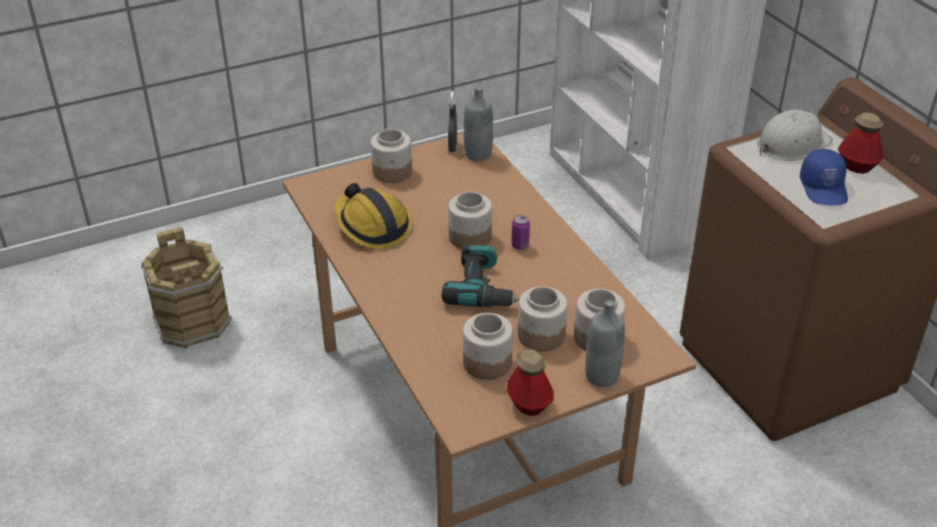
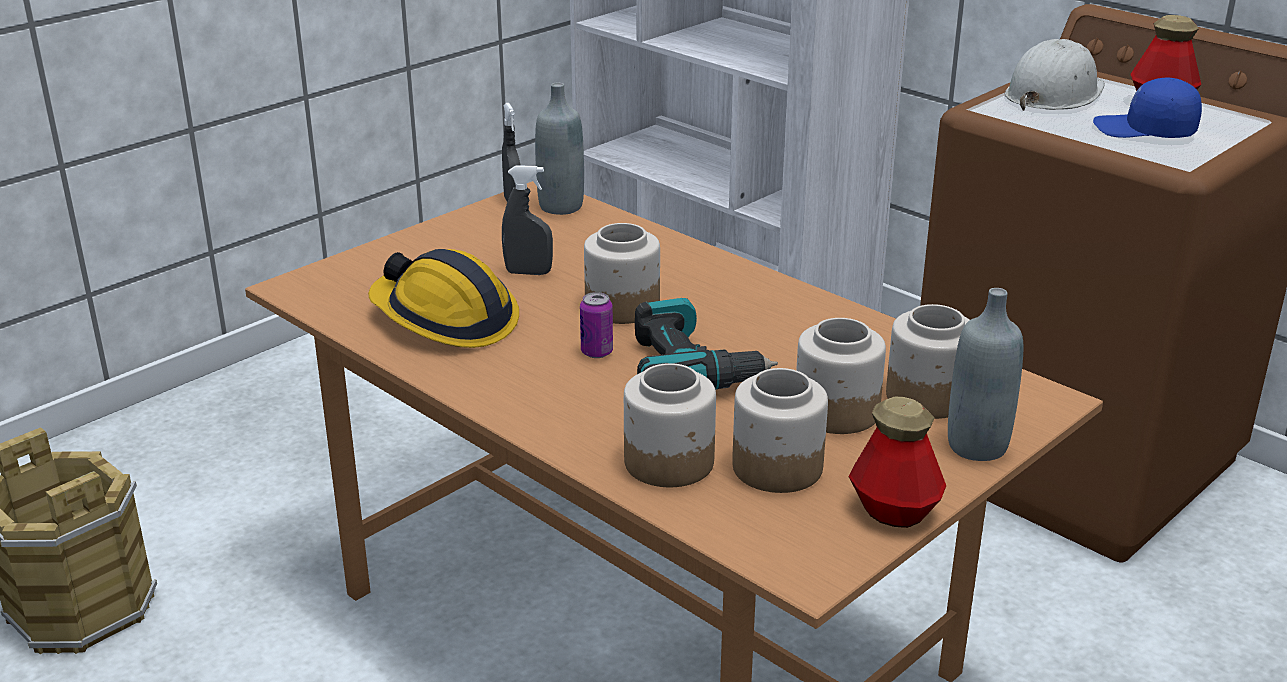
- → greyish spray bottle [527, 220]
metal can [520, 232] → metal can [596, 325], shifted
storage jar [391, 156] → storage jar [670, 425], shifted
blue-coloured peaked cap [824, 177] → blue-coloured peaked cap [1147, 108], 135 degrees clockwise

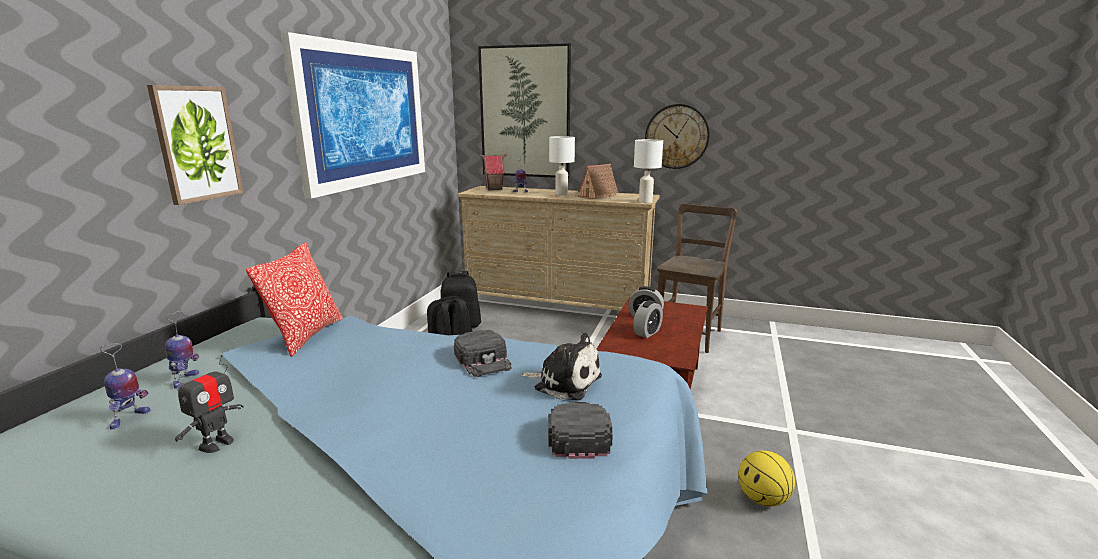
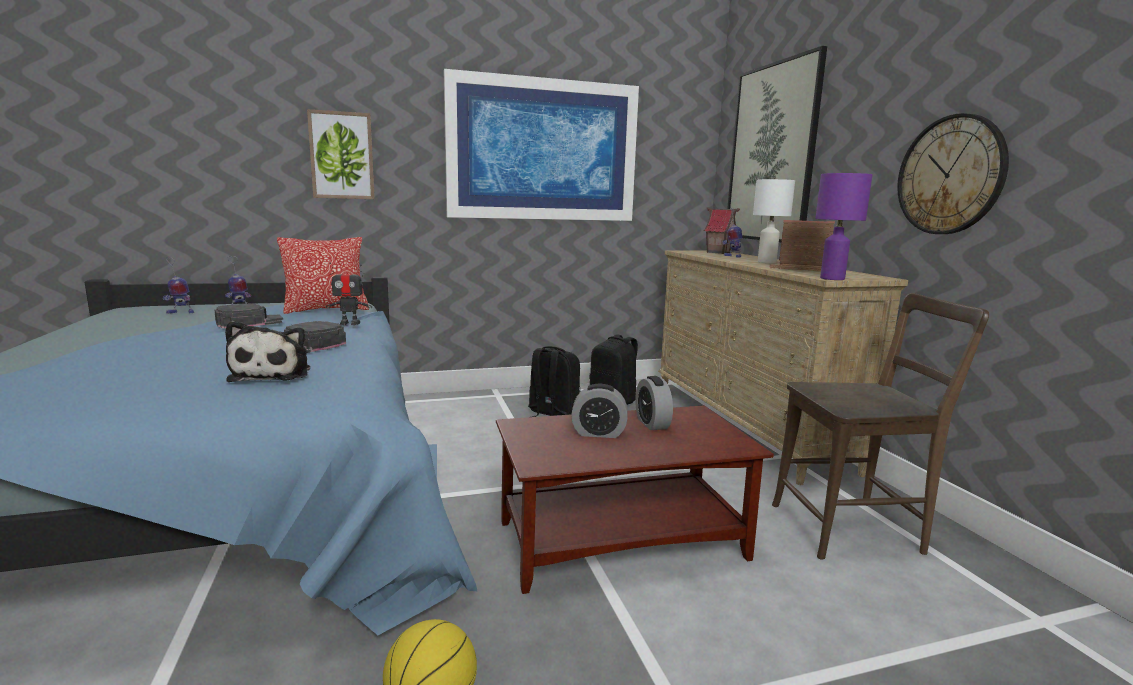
blackish peaked cap [580, 430] → blackish peaked cap [249, 316], shifted
model robot [208, 404] → model robot [349, 294], shifted
white tabletop lamp [648, 171] → purplish tabletop lamp [843, 226]

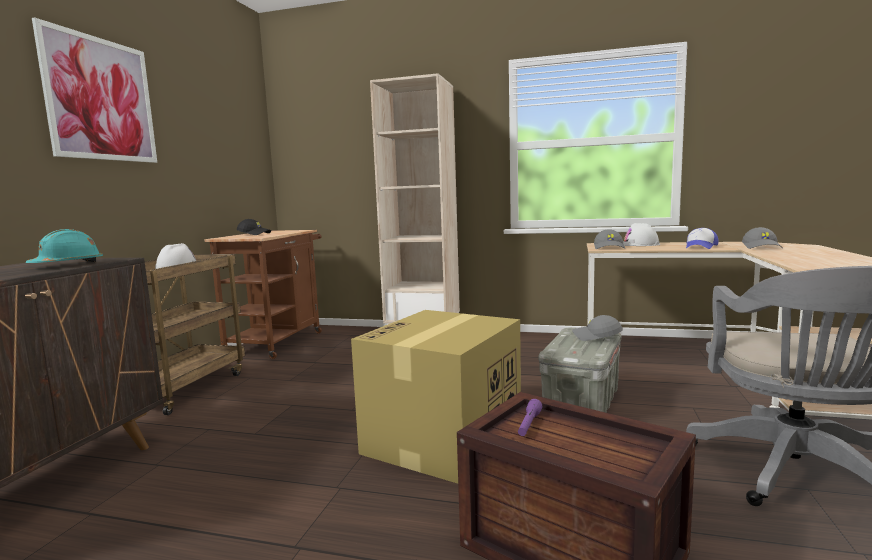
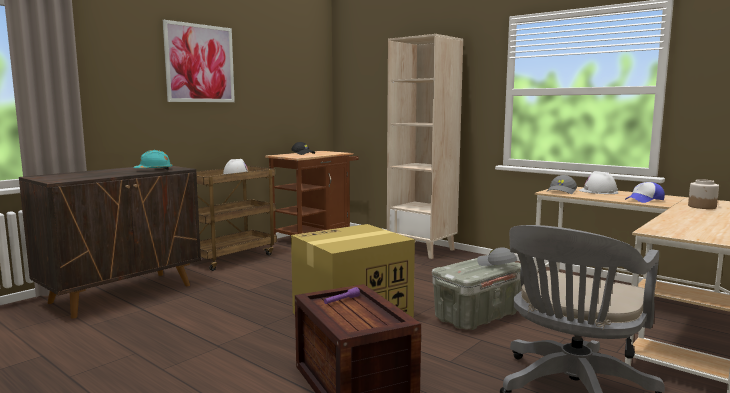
greyish peaked cap [762, 238] → storage jar [703, 194]

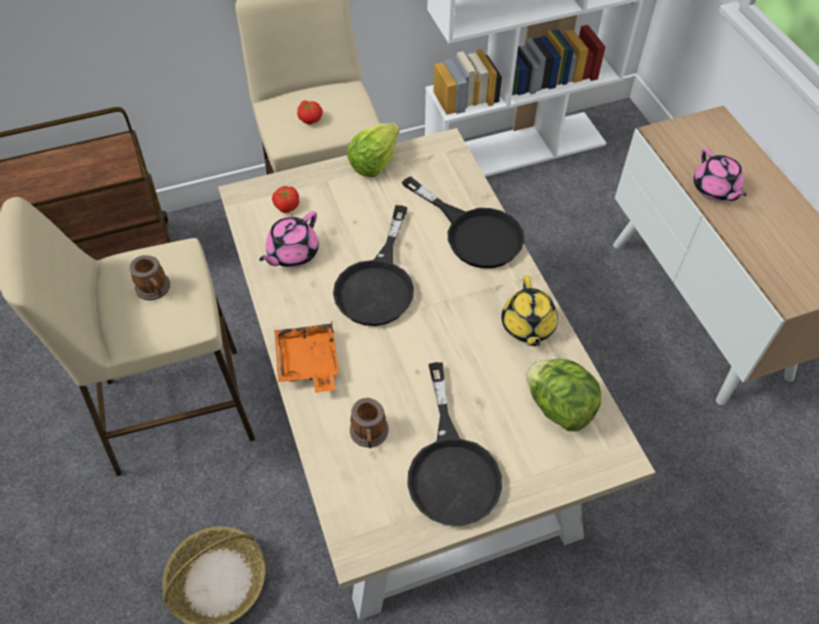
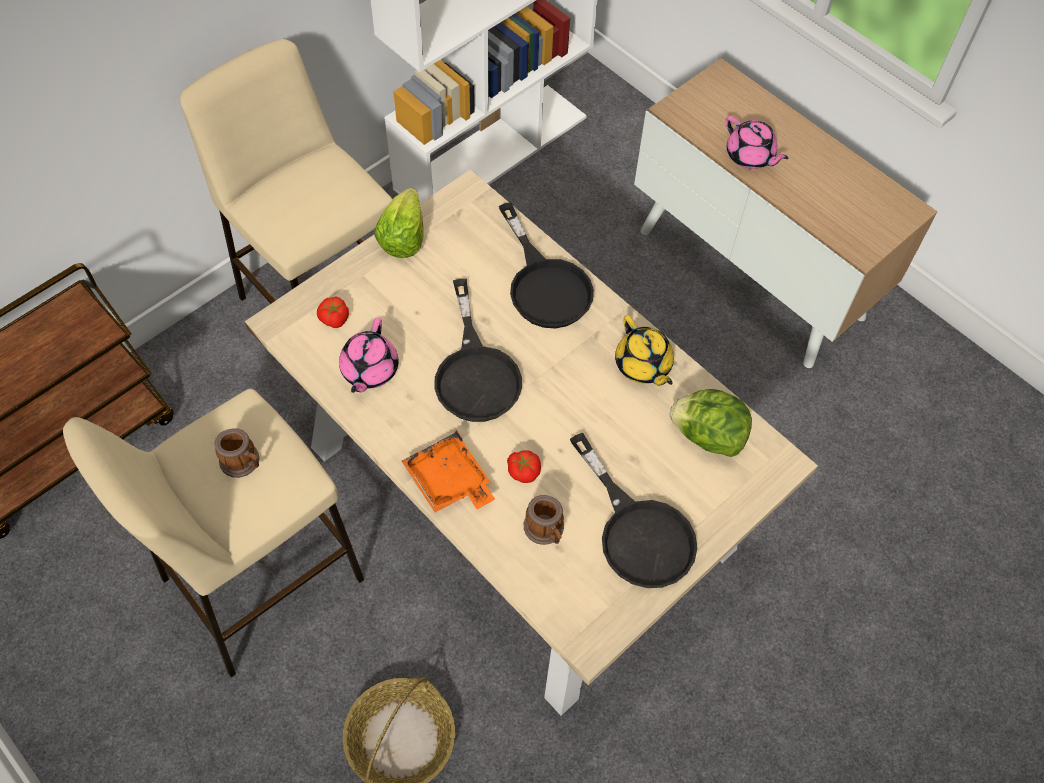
blackish skillet [463, 222] → blackish skillet [546, 265], 45 degrees clockwise
tomato [310, 112] → tomato [524, 466], shifted

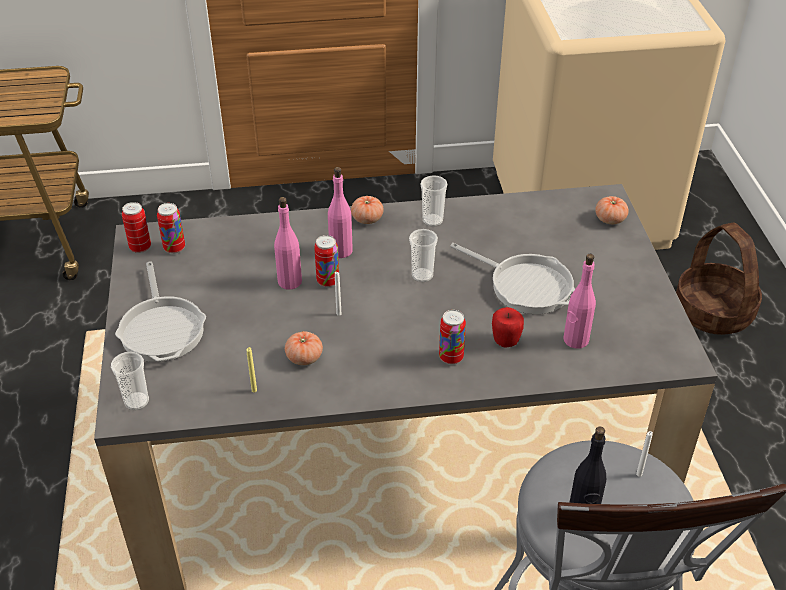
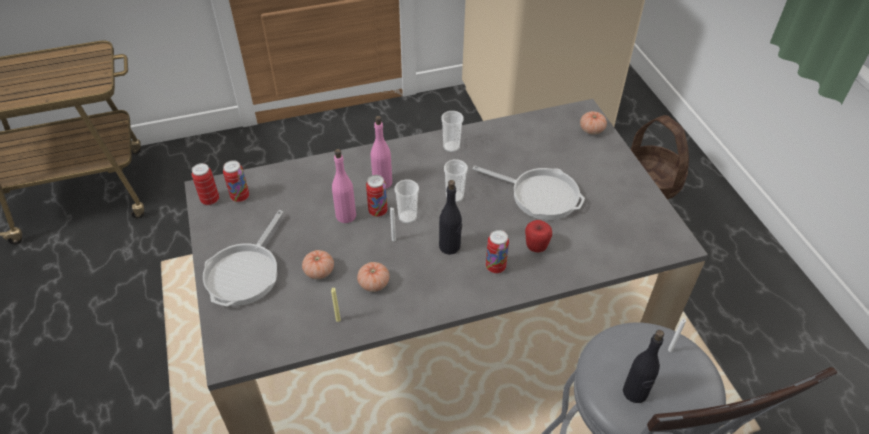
skillet [160, 311] → skillet [243, 258], 45 degrees clockwise
tomato [367, 210] → tomato [318, 264], shifted
drinking cup [130, 381] → drinking cup [406, 201], shifted
- → blackish drink bottle [450, 217]
pink drink bottle [579, 301] → -

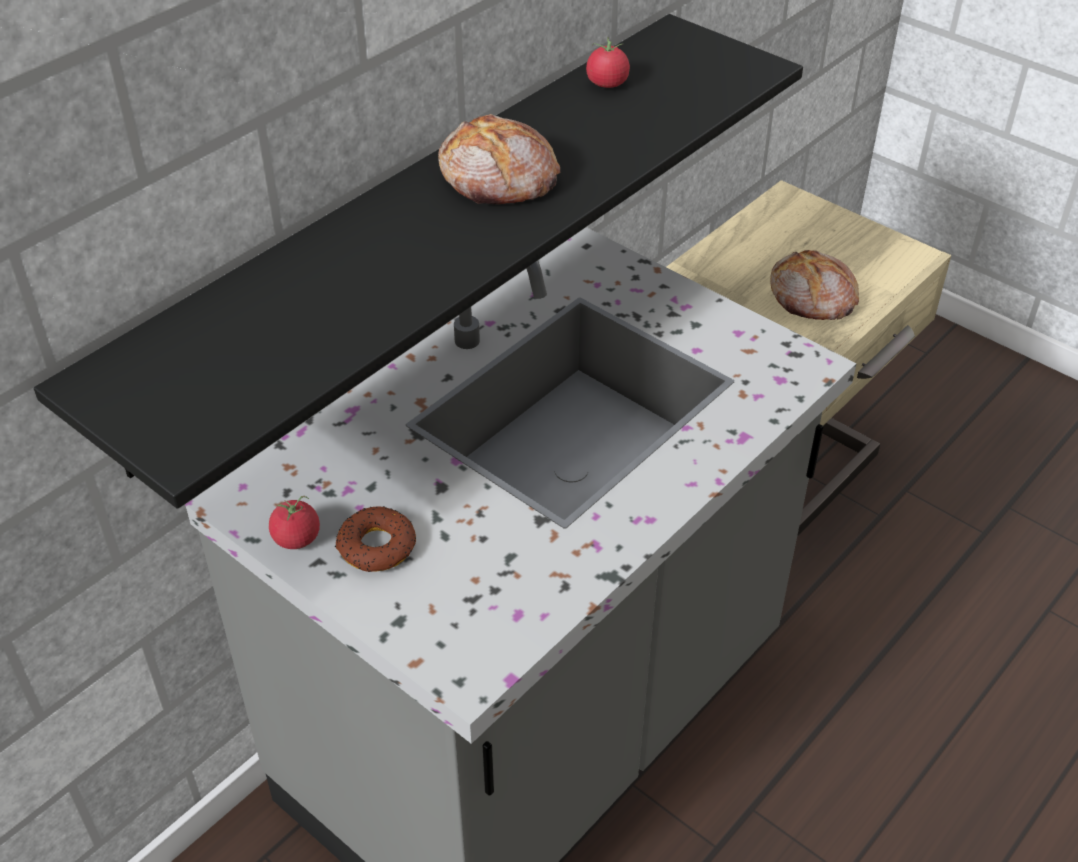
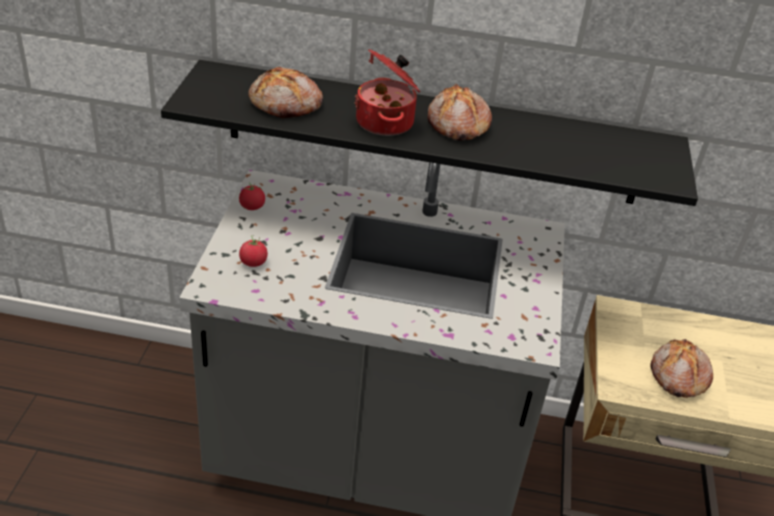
tomato [608, 62] → tomato [253, 251], shifted
- → baked bread [285, 92]
- → saucepot [387, 92]
donut [375, 539] → -

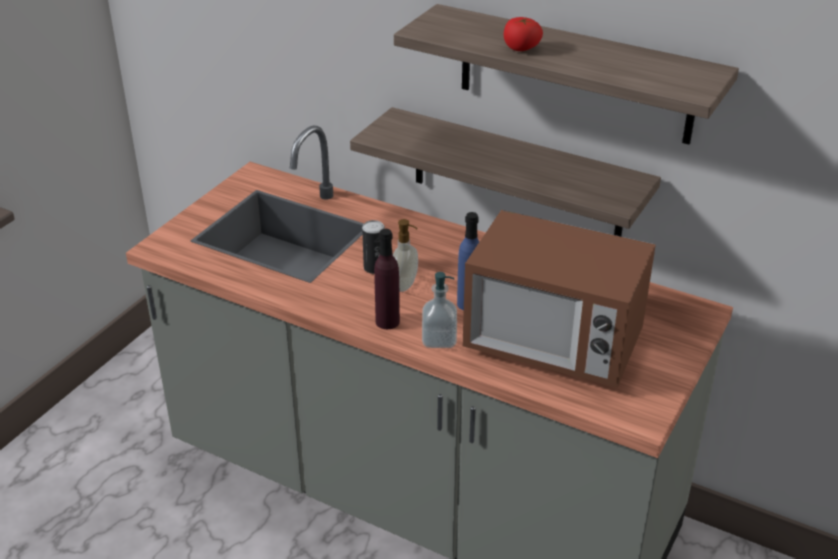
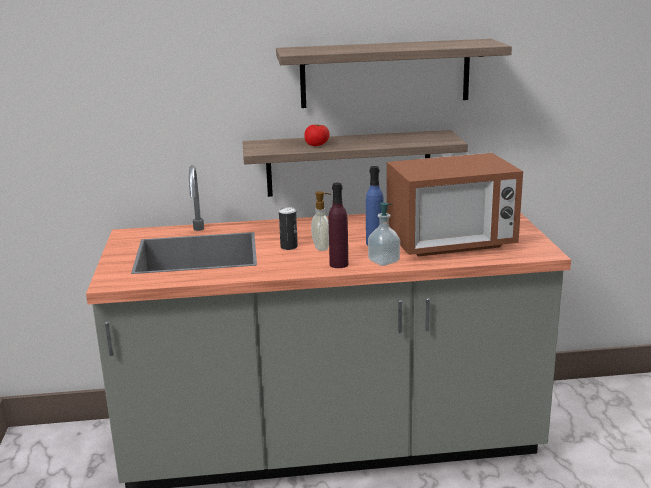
tomato [523, 34] → tomato [317, 135], shifted

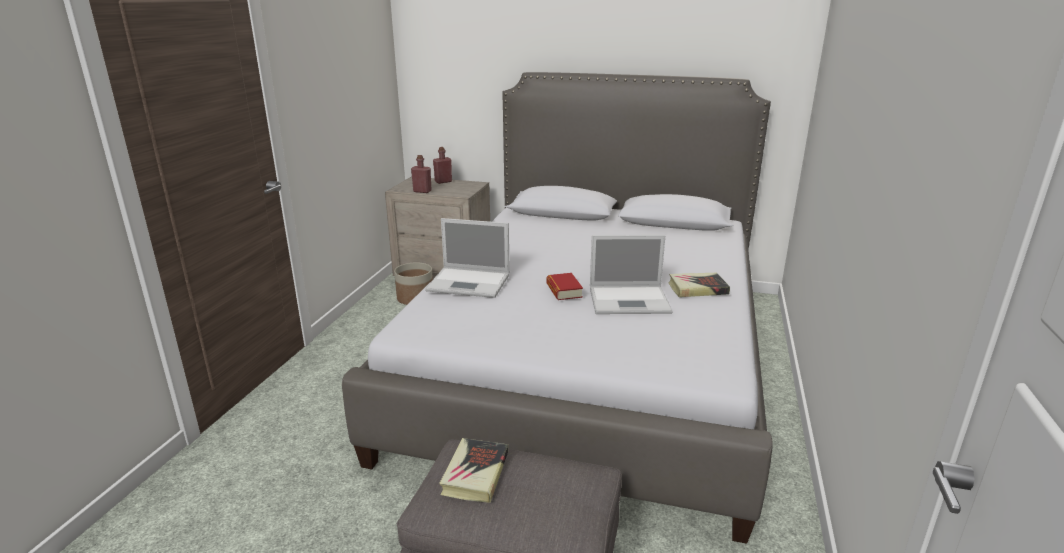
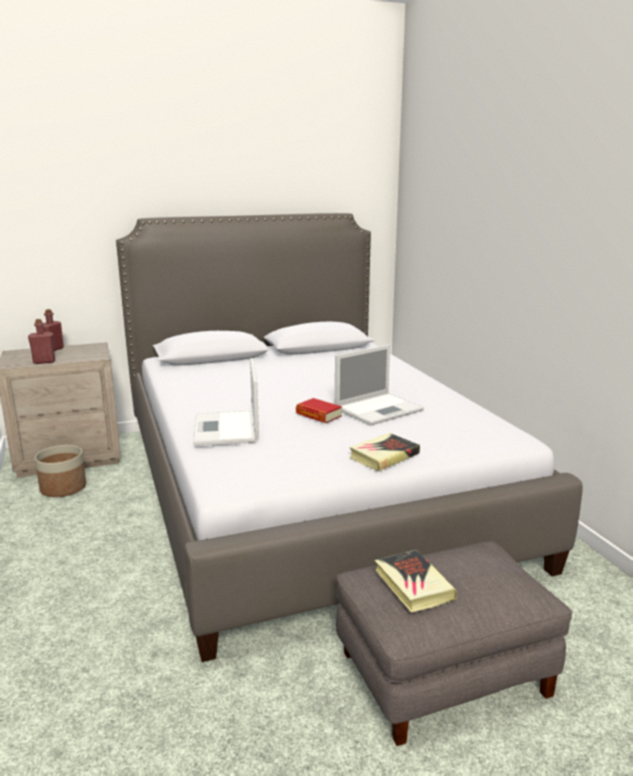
laptop [467, 258] → laptop [226, 402], 105 degrees clockwise
book [699, 285] → book [384, 452], shifted

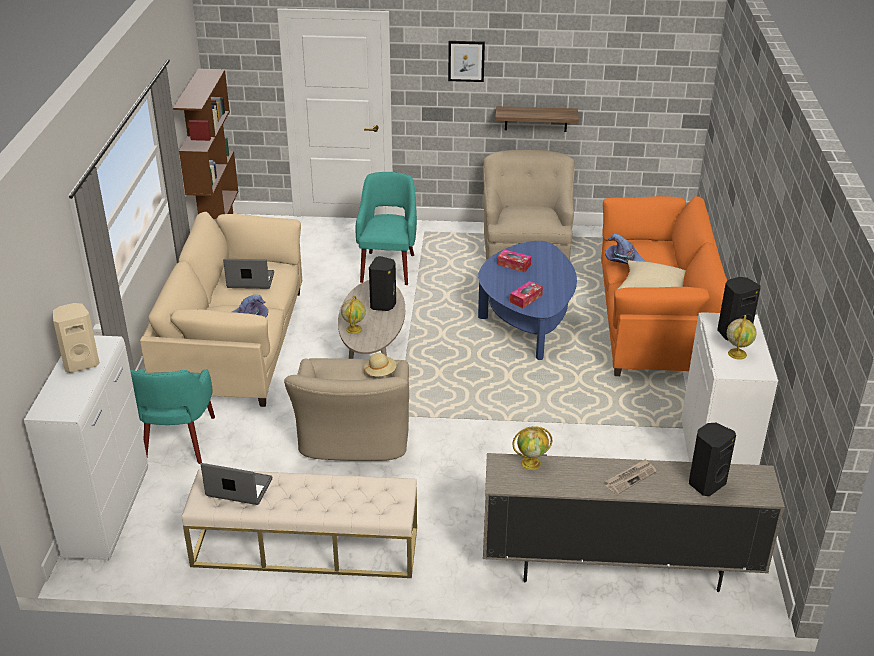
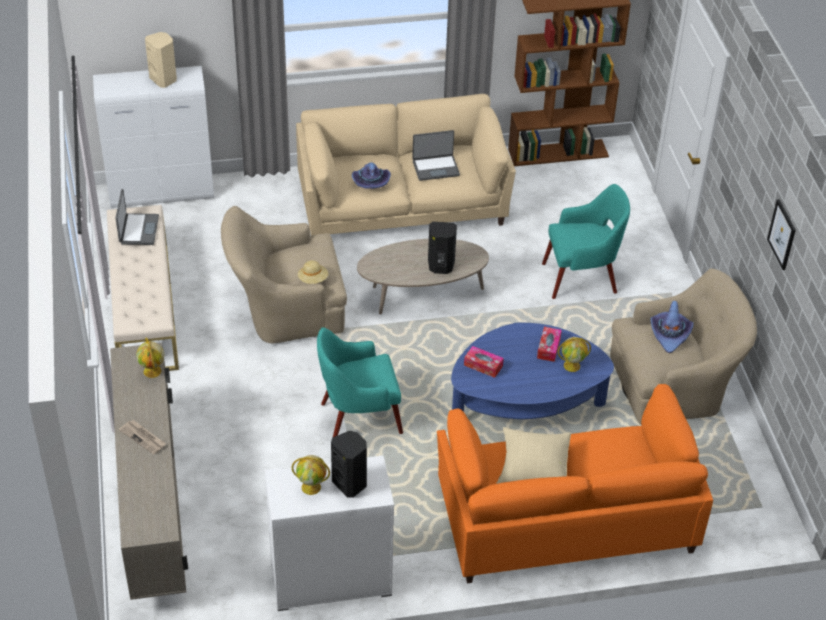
turquoise armchair [172, 416] → turquoise armchair [360, 382], shifted
laptop [248, 274] → laptop [436, 155], 90 degrees clockwise
desk globe [353, 315] → desk globe [574, 354], shifted
purplish hat [625, 249] → purplish hat [672, 326], shifted
wall picture [466, 61] → wall picture [781, 234], shifted
shelf [537, 119] → -
blackish loudspeaker [712, 459] → -

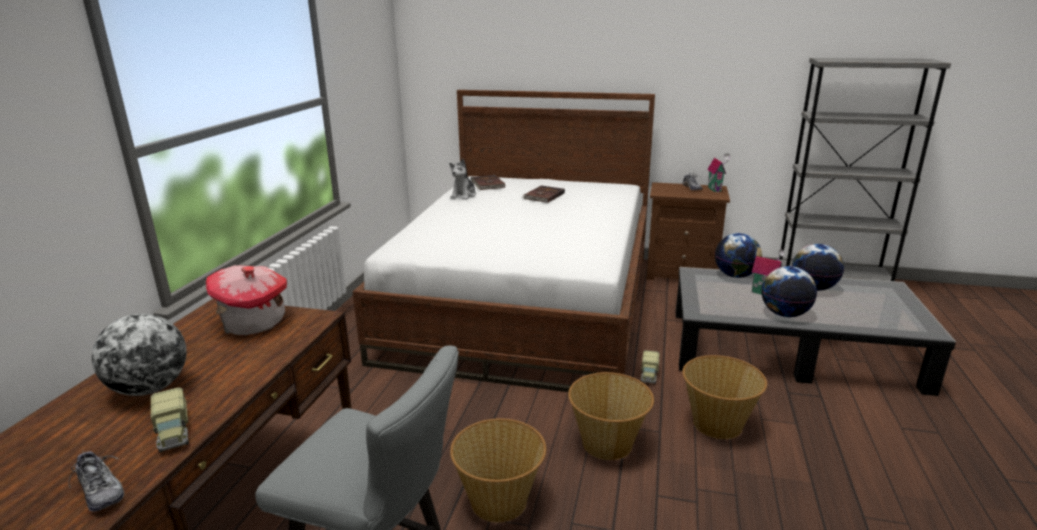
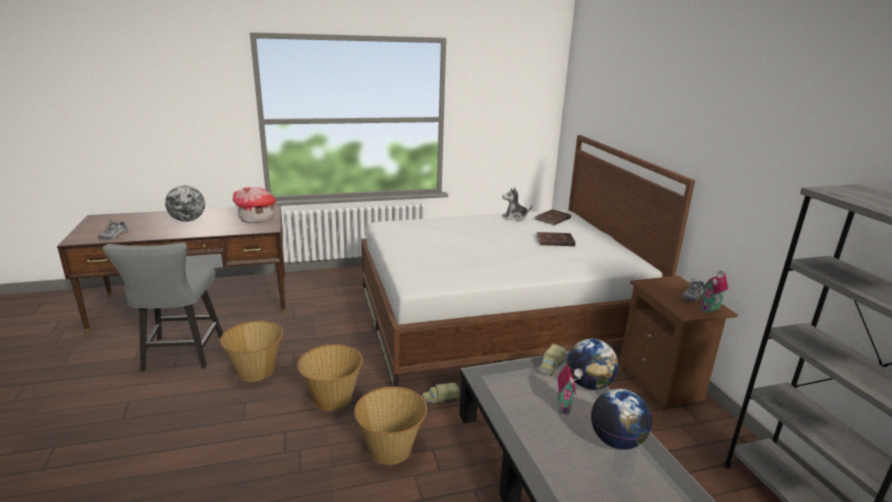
toy lorry [170, 420] → toy lorry [552, 360], shifted
desk globe [789, 291] → -

